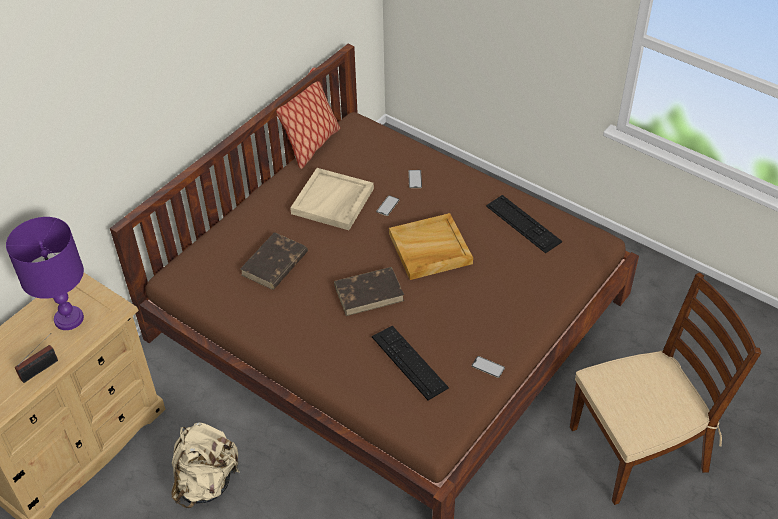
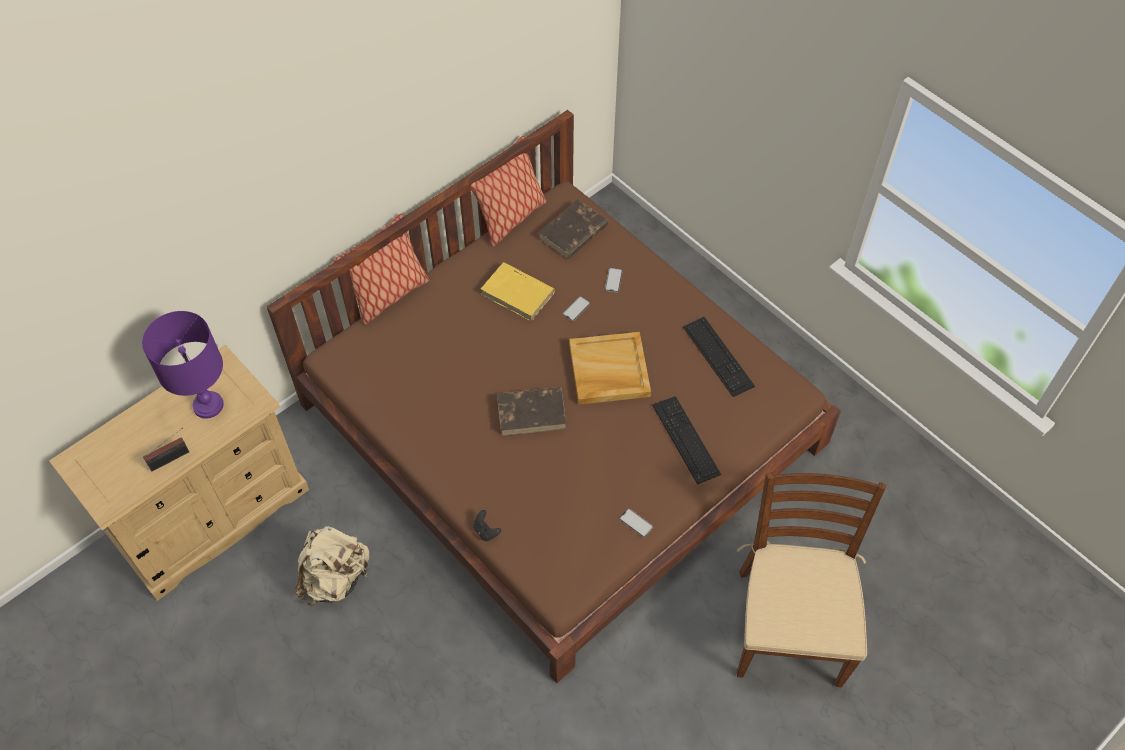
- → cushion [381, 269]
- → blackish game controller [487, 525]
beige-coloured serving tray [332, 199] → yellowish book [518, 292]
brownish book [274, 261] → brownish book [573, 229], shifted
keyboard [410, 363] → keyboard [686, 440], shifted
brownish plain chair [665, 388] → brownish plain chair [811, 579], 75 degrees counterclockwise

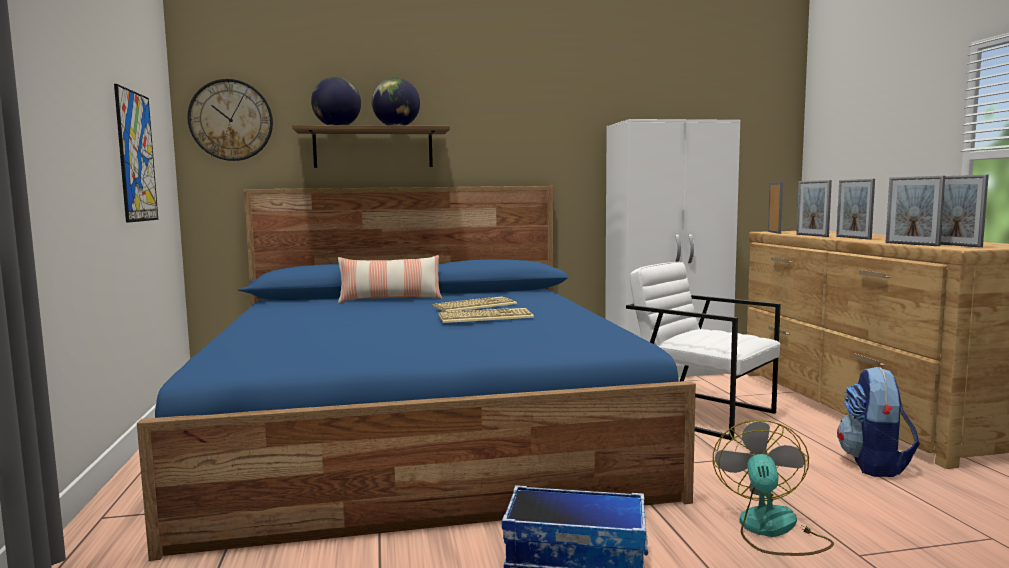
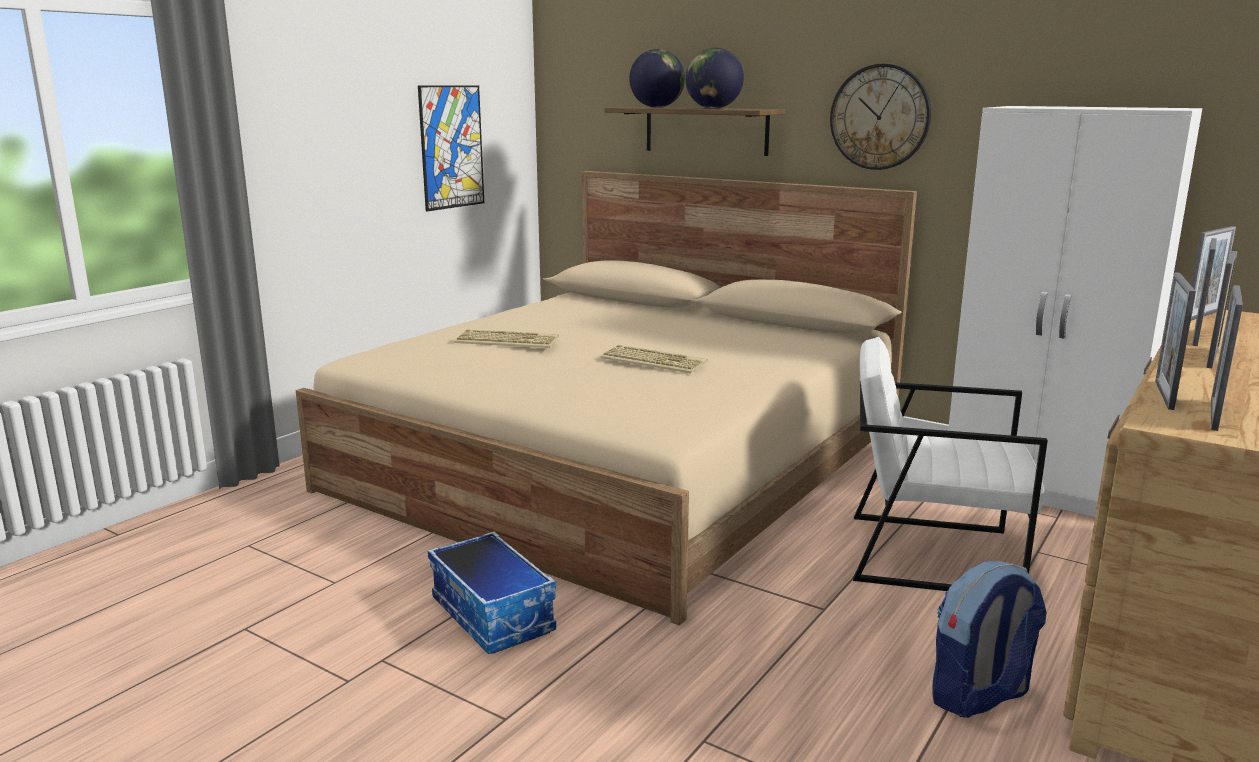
blue-coloured sleeping bed [416, 373] → beige-coloured sleeping bed [606, 398]
keyboard [474, 304] → keyboard [507, 338], shifted
wall clock [230, 120] → wall clock [880, 117], shifted
white armchair [703, 351] → white armchair [950, 464], 75 degrees counterclockwise
cushion [390, 279] → -
fan [773, 488] → -

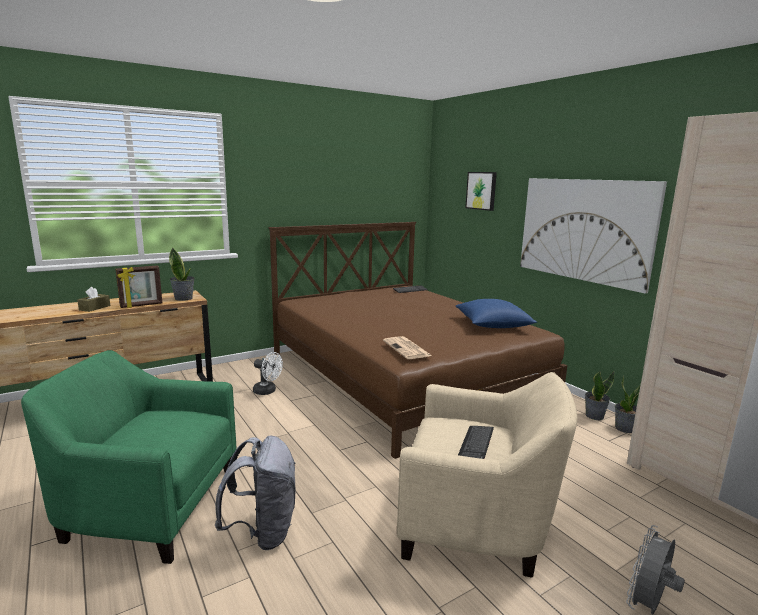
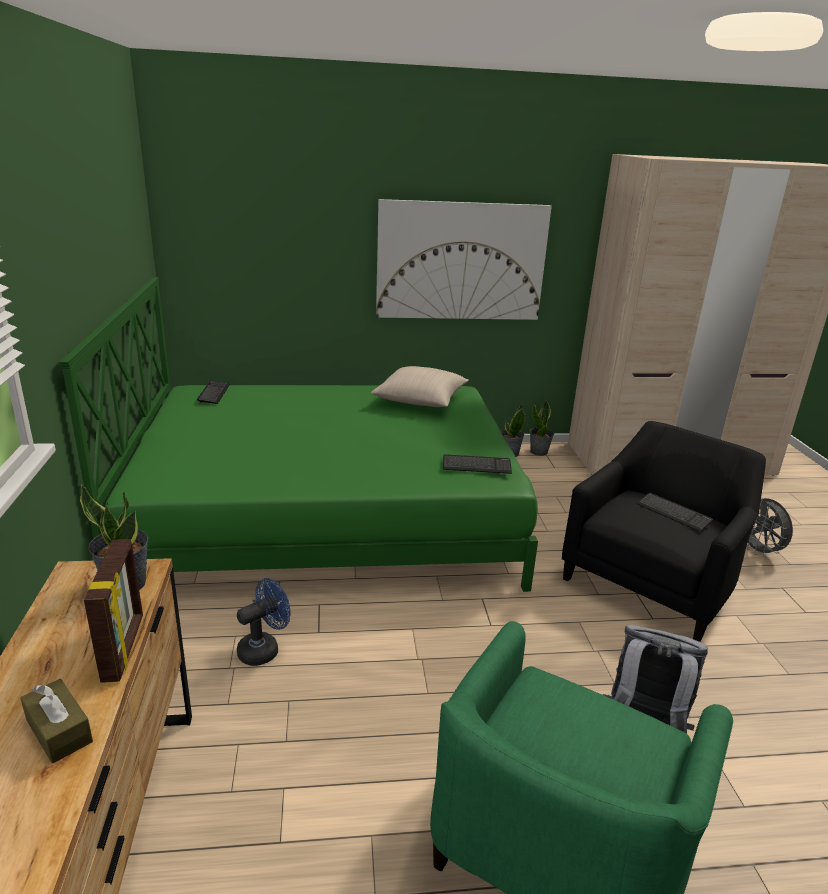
brownish sleeping bed [417, 340] → green sleeping bed [299, 434]
white fan [268, 373] → blue-coloured fan [264, 622]
blue-coloured cushion [496, 313] → beige-coloured cushion [420, 386]
printed paper [407, 347] → keyboard [477, 464]
beige-coloured armchair [487, 475] → blackish armchair [664, 531]
wall picture [481, 191] → -

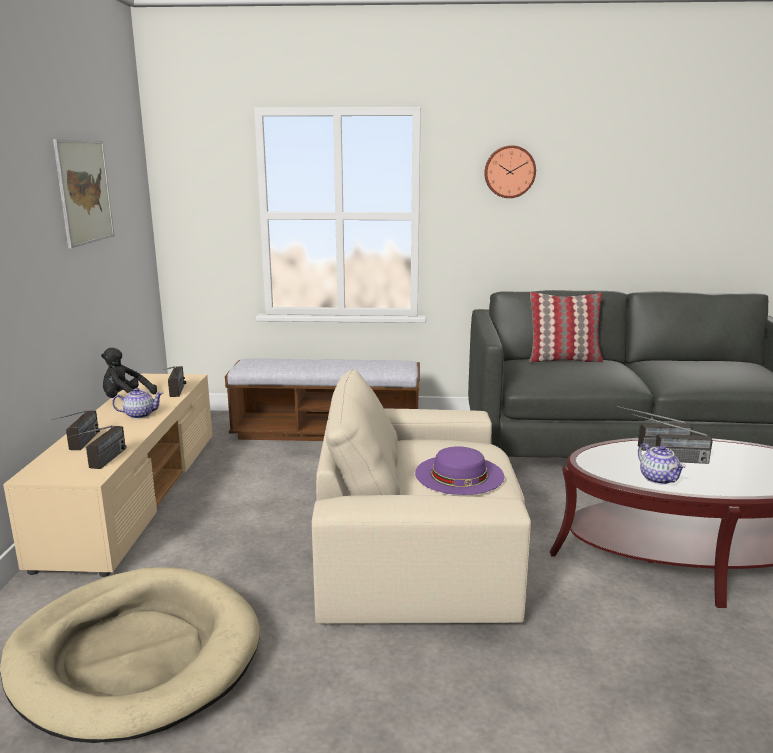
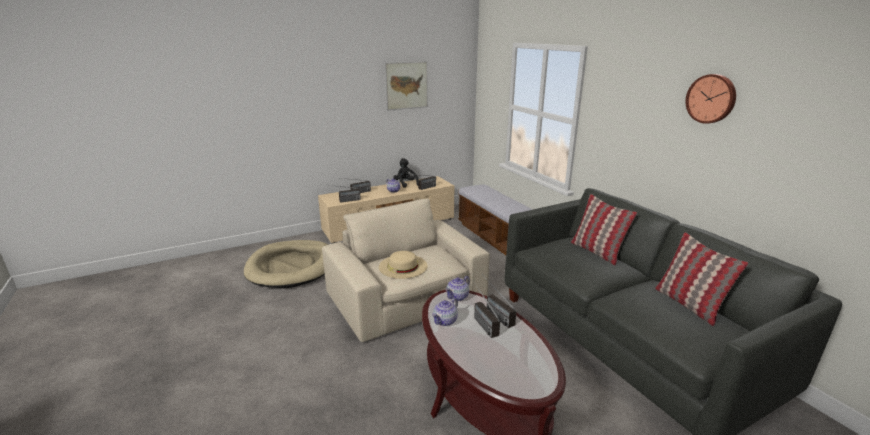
purplish hat [459, 470] → beige-coloured hat [403, 265]
- → tea pot [457, 288]
- → cushion [701, 279]
wall clock [510, 171] → wall clock [710, 99], shifted

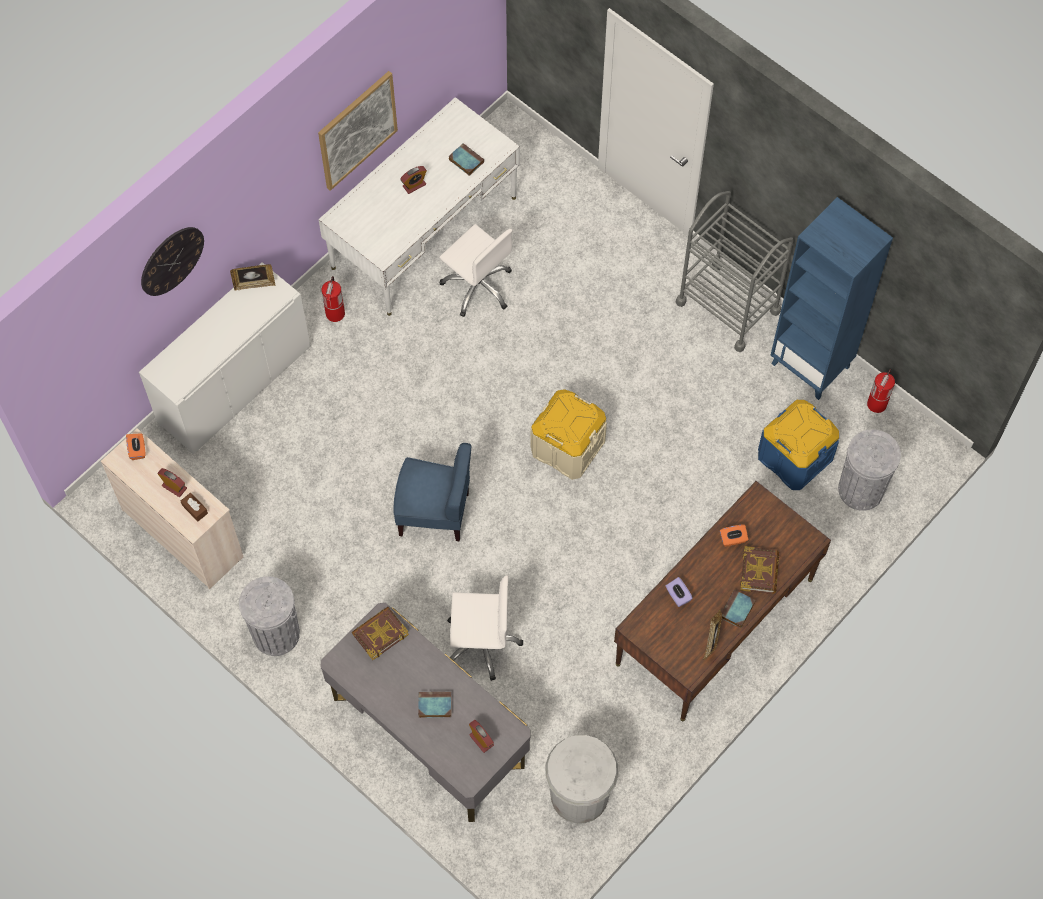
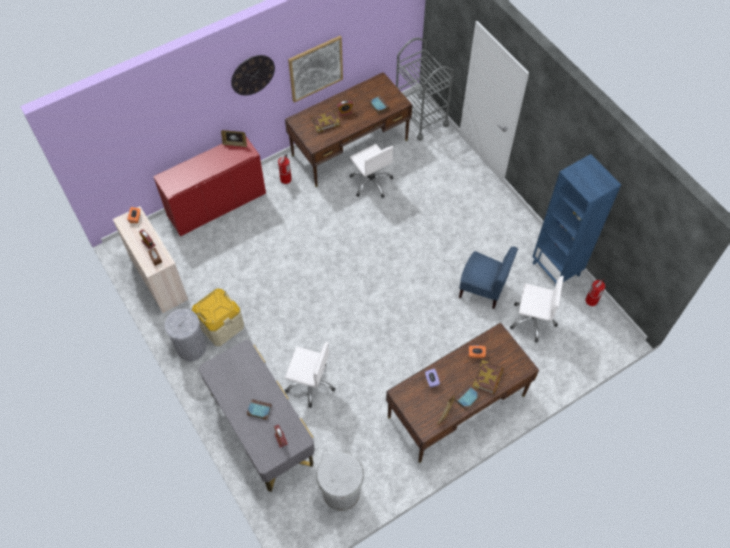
white cupboard [225, 358] → reddish cupboard [209, 186]
beige-coloured storage box [568, 434] → beige-coloured storage box [218, 317], shifted
wall clock [172, 261] → wall clock [253, 75], shifted
white desk unit [419, 206] → brownish desk unit [348, 129]
book [380, 633] → book [325, 121], shifted
greyish wheeled cart [734, 271] → greyish wheeled cart [425, 89], shifted
blue-coloured plain chair [432, 492] → blue-coloured plain chair [488, 277], shifted
blue-coloured storage box [798, 445] → white computer chair [537, 309]
greyish waste bin [869, 470] → -

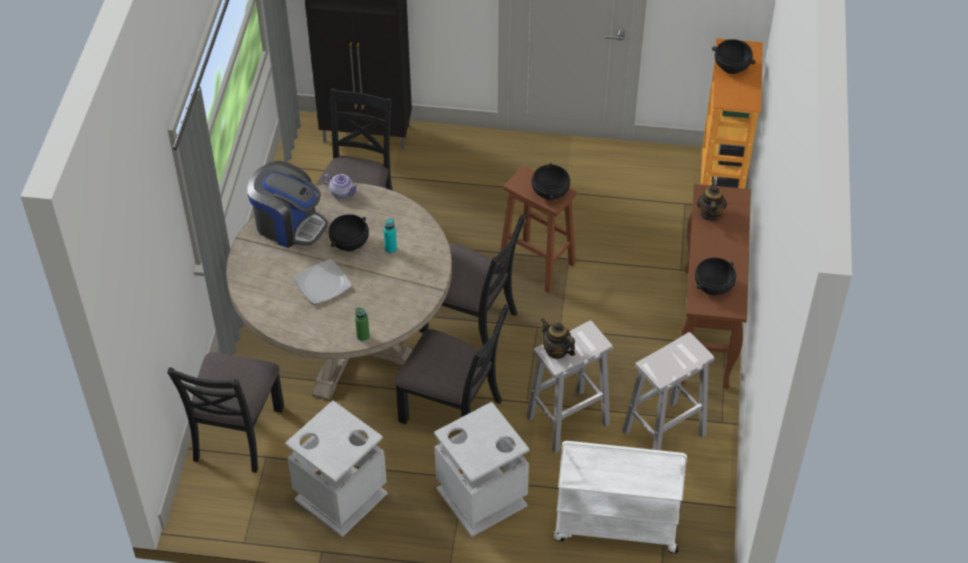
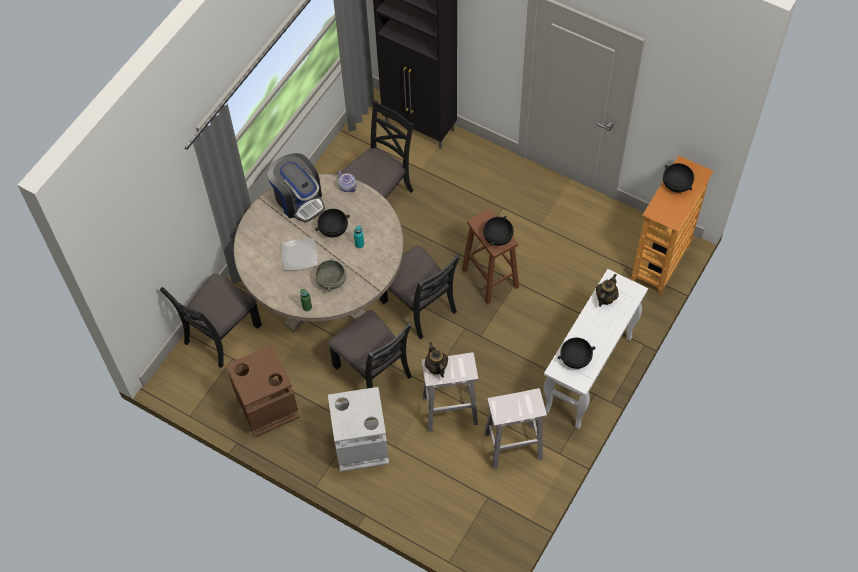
greyish waste bin [336, 468] → brownish waste bin [263, 391]
- → greyish serving bowl [330, 275]
brownish hall table [716, 286] → white hall table [596, 349]
white wheeled cart [620, 497] → -

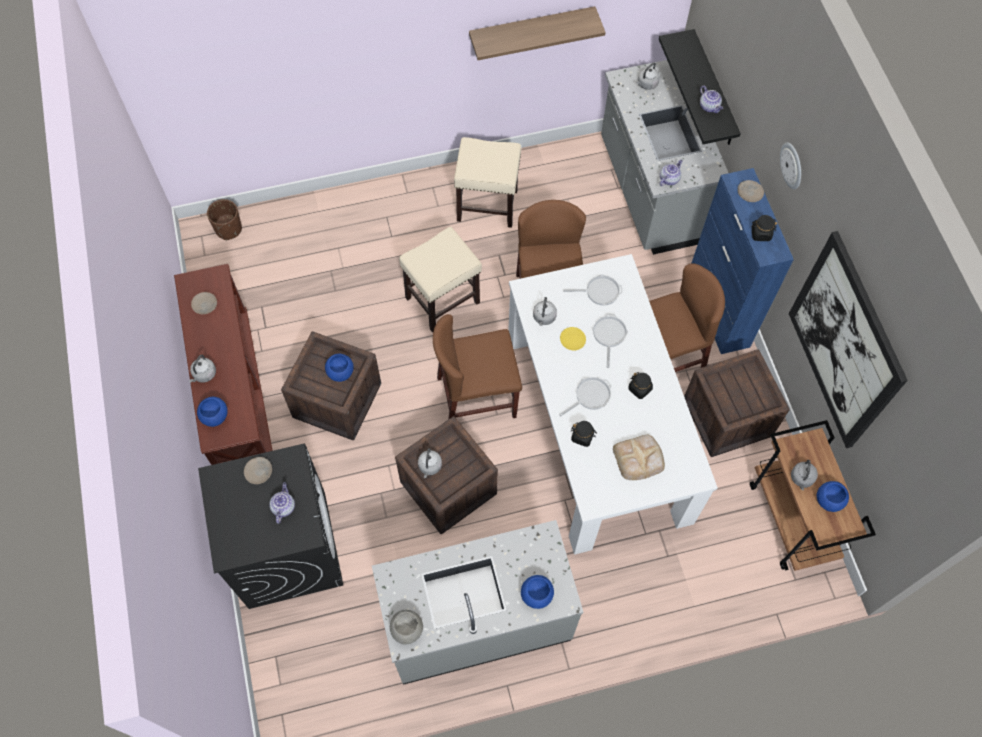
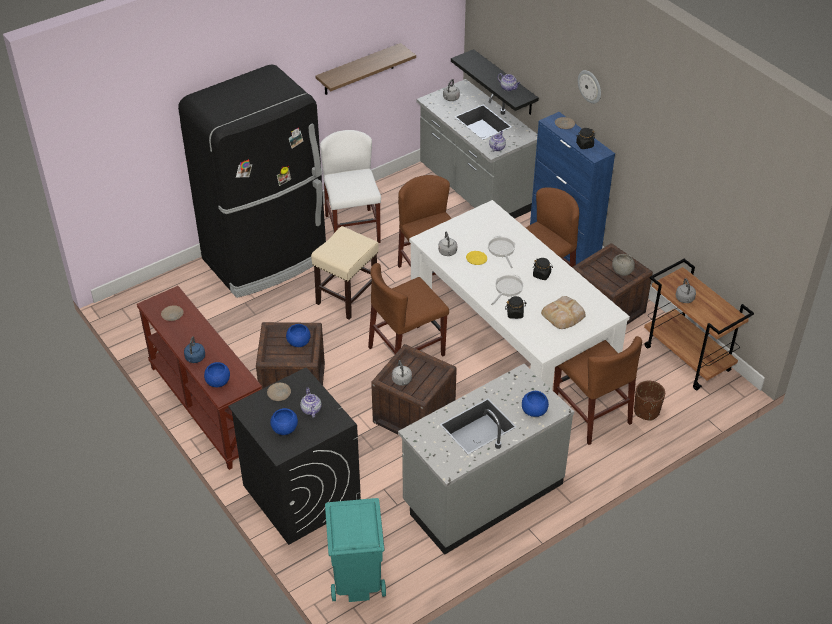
- → blackish kitchen fridge [252, 181]
greyish water kettle [202, 369] → blue-coloured water kettle [194, 349]
blue-coloured serving bowl [833, 496] → blue-coloured serving bowl [284, 421], shifted
beige-coloured stool [487, 182] → white plain chair [350, 186]
- → turquoise waste bin [355, 550]
- → brownish plain chair [597, 390]
greyish serving bowl [406, 627] → greyish serving bowl [623, 265], shifted
brownish planter [224, 219] → brownish planter [649, 401], shifted
skillet [592, 289] → -
wall picture [848, 339] → -

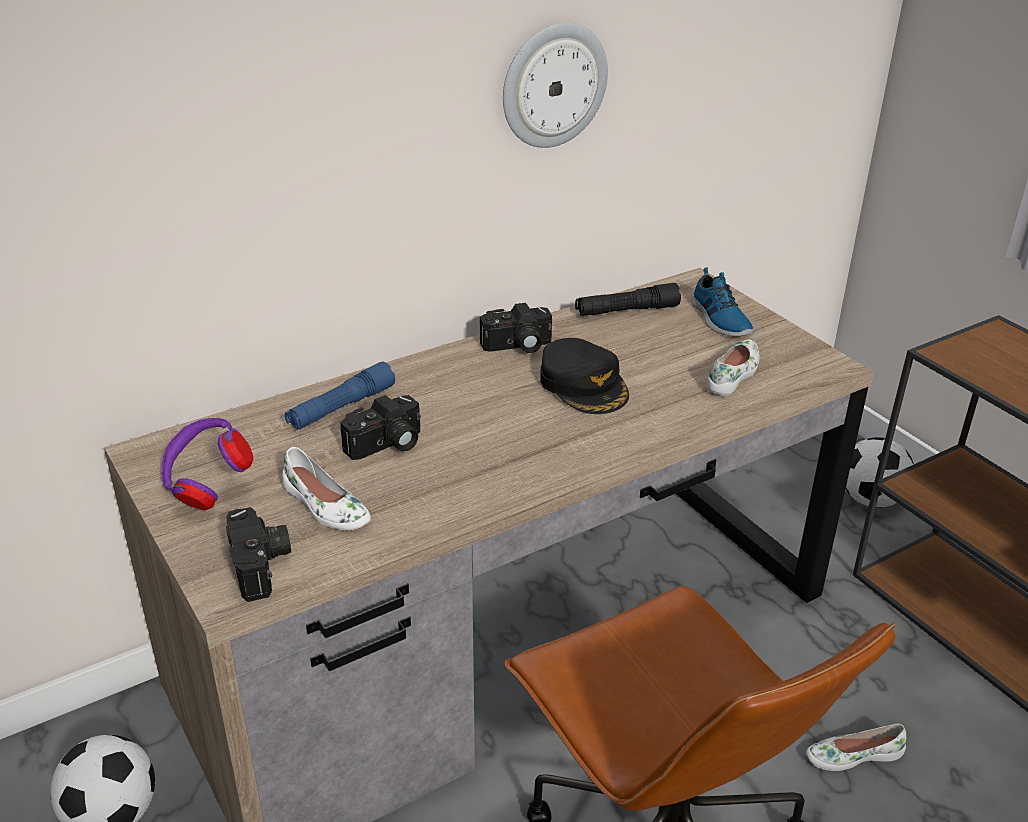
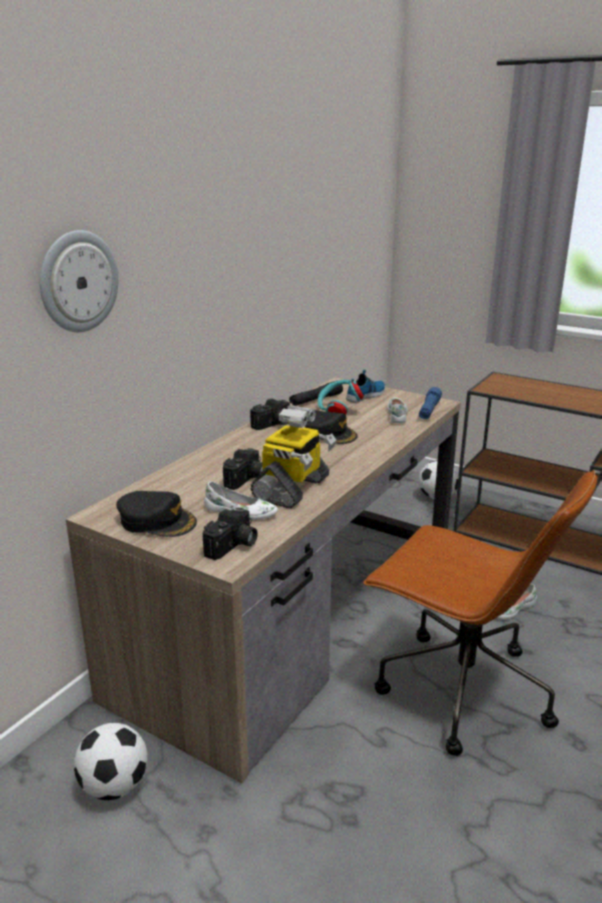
wall clock [555, 85] → wall clock [79, 281], shifted
purplish headphones [207, 464] → blackish peaked cap [156, 514]
still camera [258, 554] → still camera [230, 534], 75 degrees clockwise
- → model robot [293, 457]
- → turquoise headphones [341, 397]
item of footwear [722, 302] → item of footwear [365, 386], 90 degrees counterclockwise
blue-coloured torch [340, 396] → blue-coloured torch [430, 403], shifted

